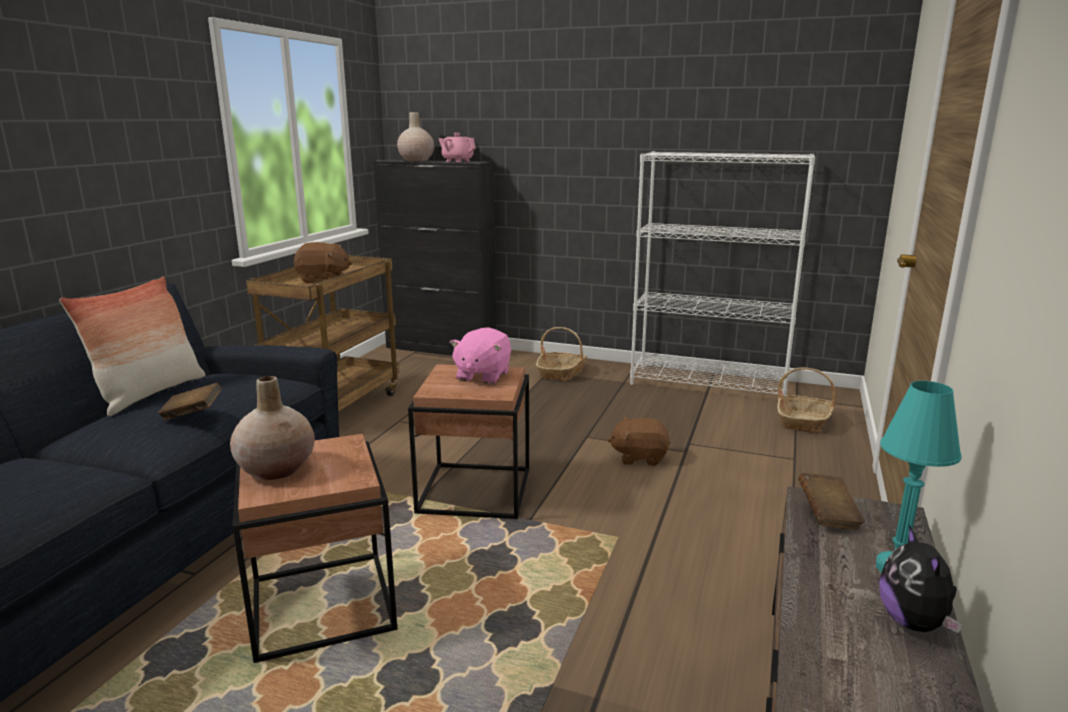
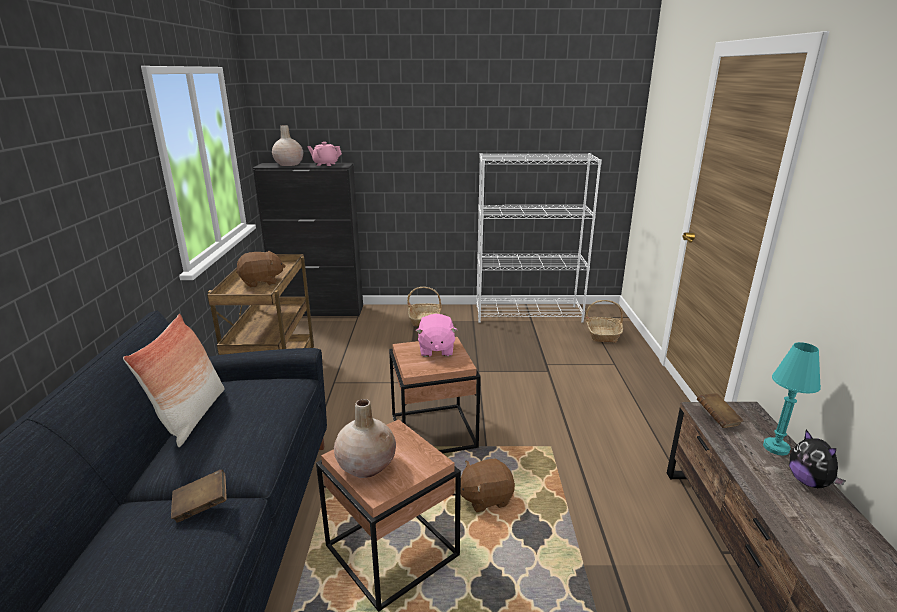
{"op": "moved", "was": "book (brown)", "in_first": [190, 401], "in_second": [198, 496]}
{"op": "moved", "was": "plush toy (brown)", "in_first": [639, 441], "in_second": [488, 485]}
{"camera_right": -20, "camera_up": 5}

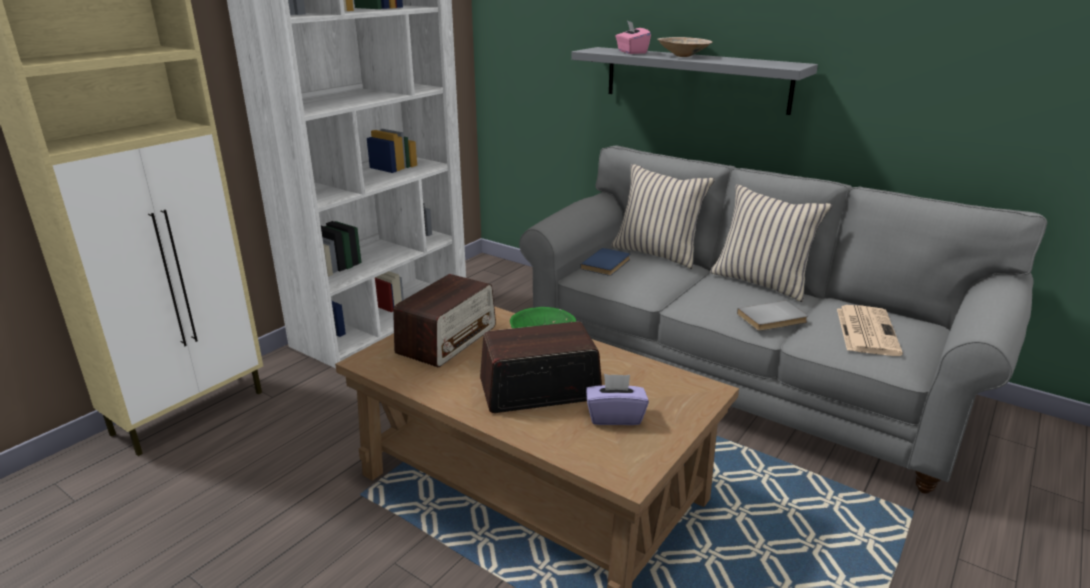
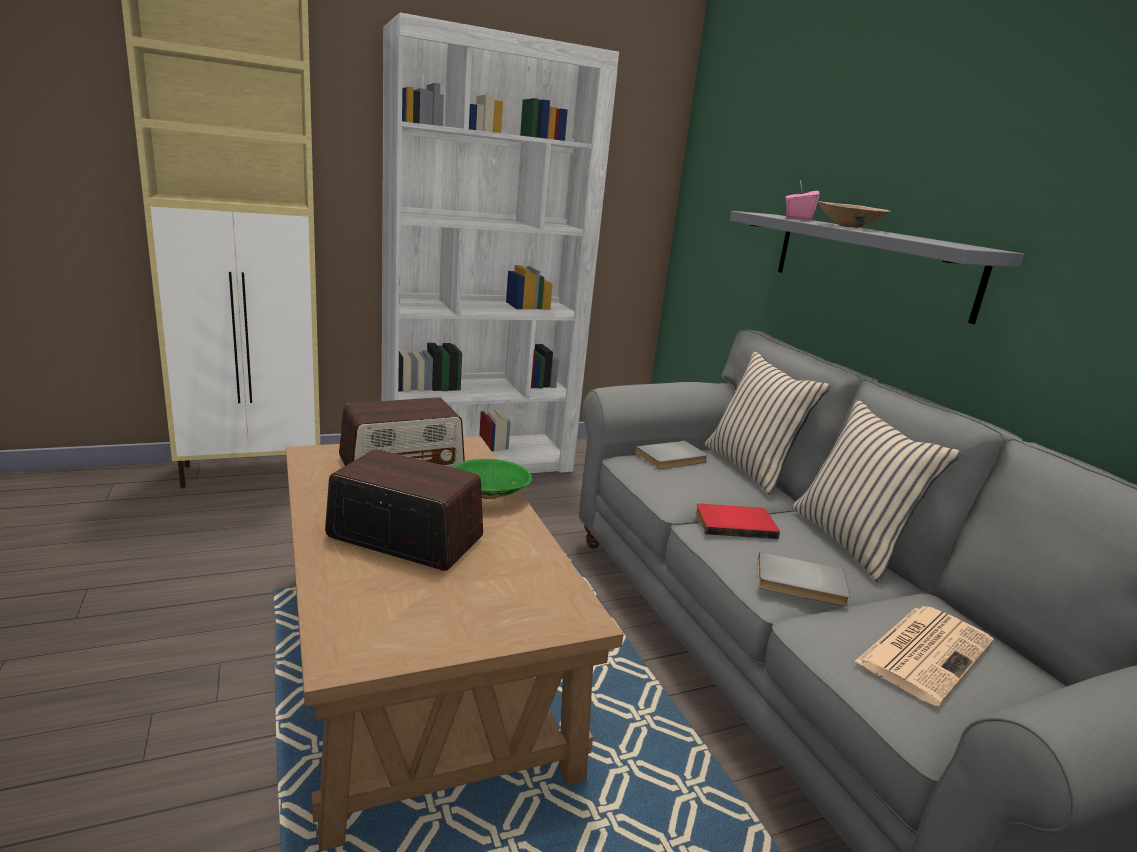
{"op": "recoloured", "was": "book (blue)", "now": "book (grey)", "in_first": [605, 262], "in_second": [671, 455]}
{"op": "added", "now": "book (red)", "in_second": [737, 521]}
{"op": "removed", "was": "tissue box (purple)", "in_first": [617, 399]}
{"camera_right": 30, "camera_up": -5}

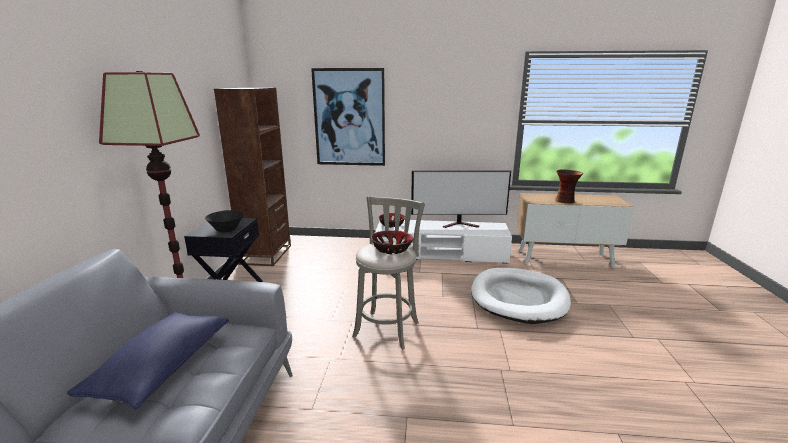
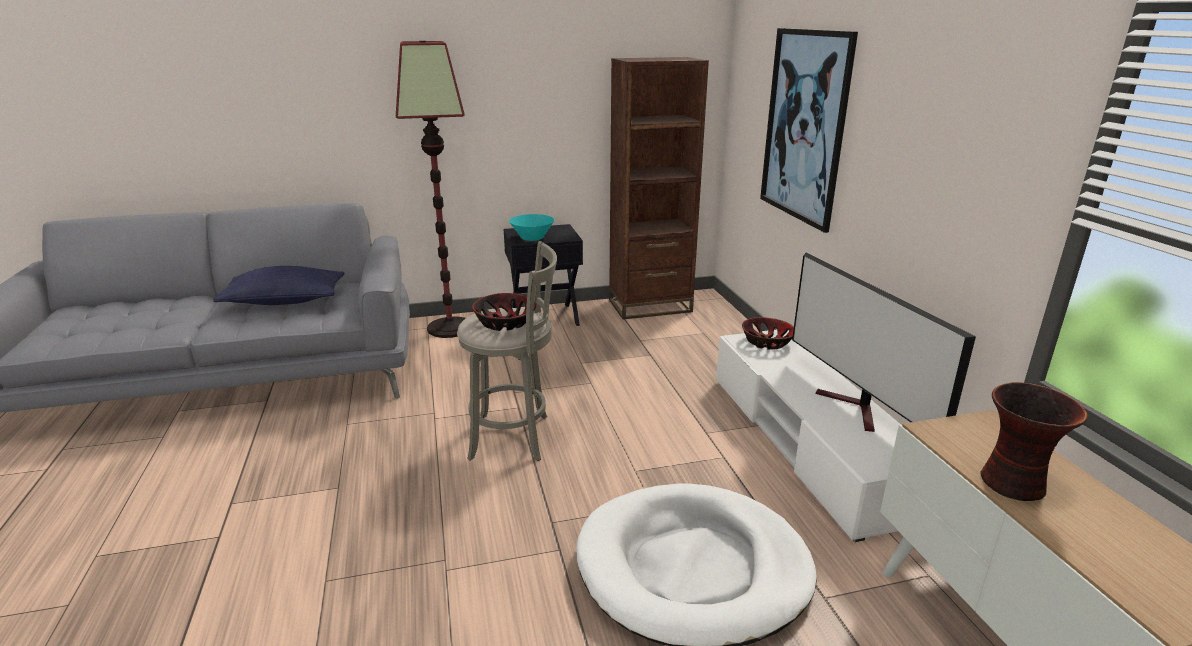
{"op": "recoloured", "was": "bowl (black)", "now": "bowl (turquoise)", "in_first": [224, 221], "in_second": [531, 227]}
{"camera_right": 70, "camera_up": 5}

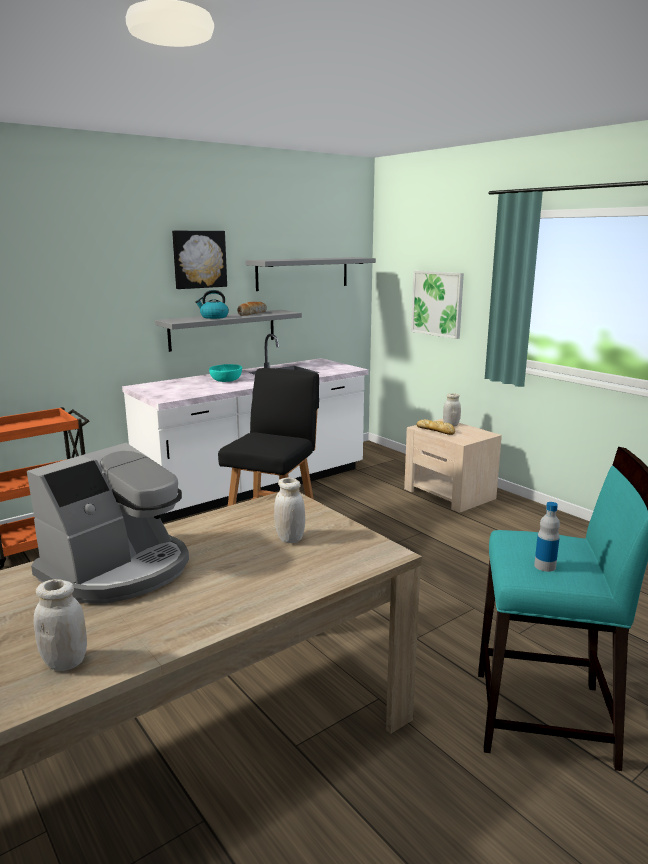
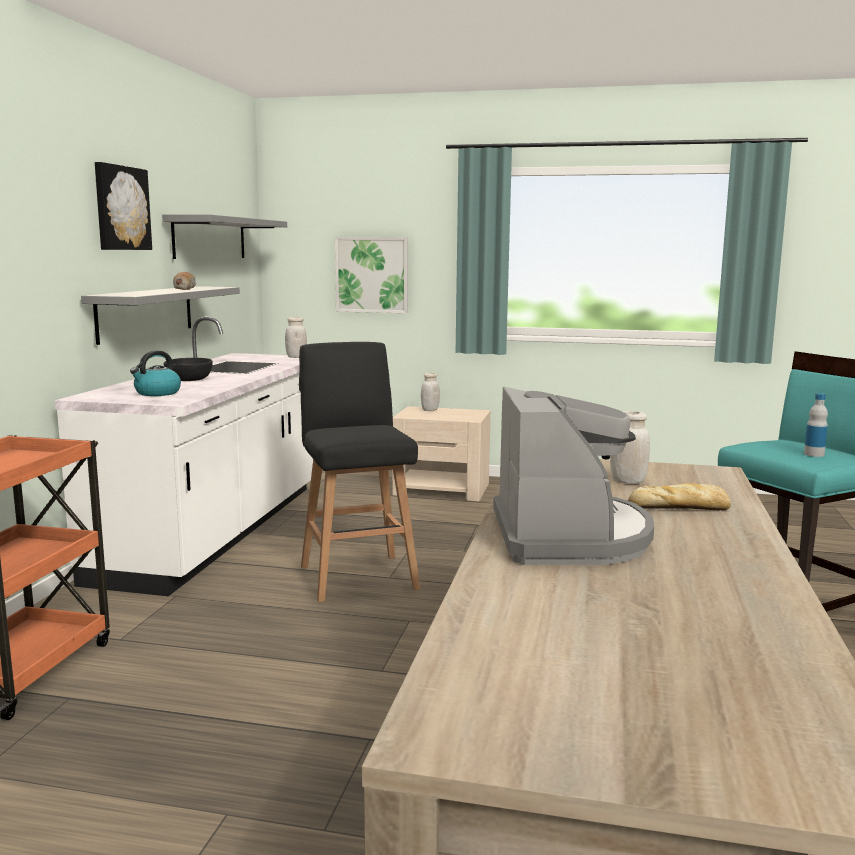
{"op": "moved", "was": "kettle", "in_first": [212, 304], "in_second": [155, 373]}
{"op": "recoloured", "was": "bowl (turquoise)", "now": "bowl (black)", "in_first": [225, 373], "in_second": [188, 369]}
{"op": "moved", "was": "jar (white)", "in_first": [60, 625], "in_second": [296, 337]}
{"op": "moved", "was": "bread", "in_first": [436, 427], "in_second": [679, 496]}
{"camera_right": -40, "camera_up": -5}

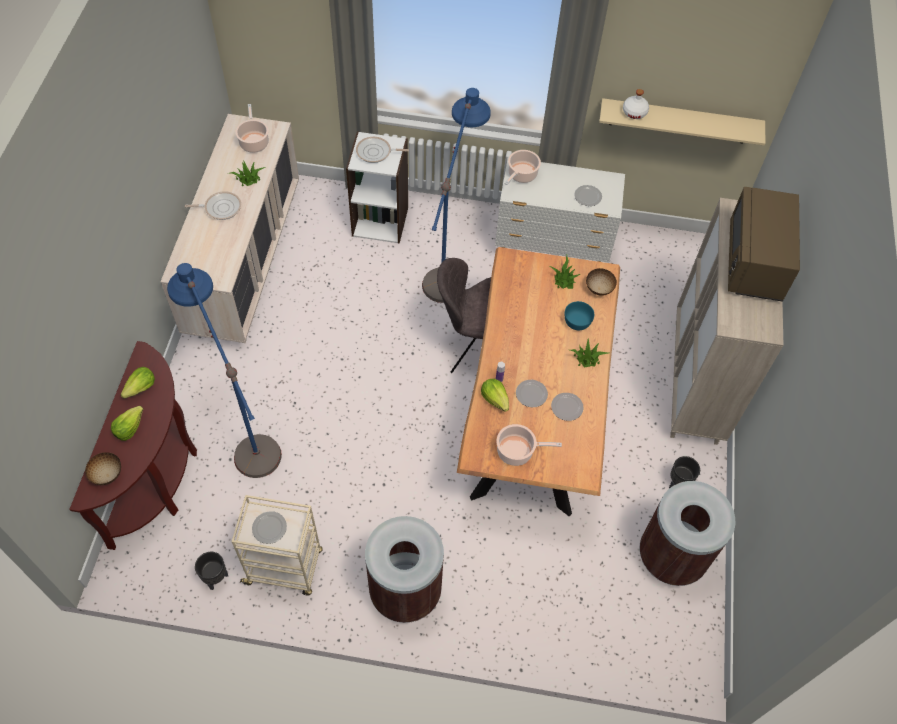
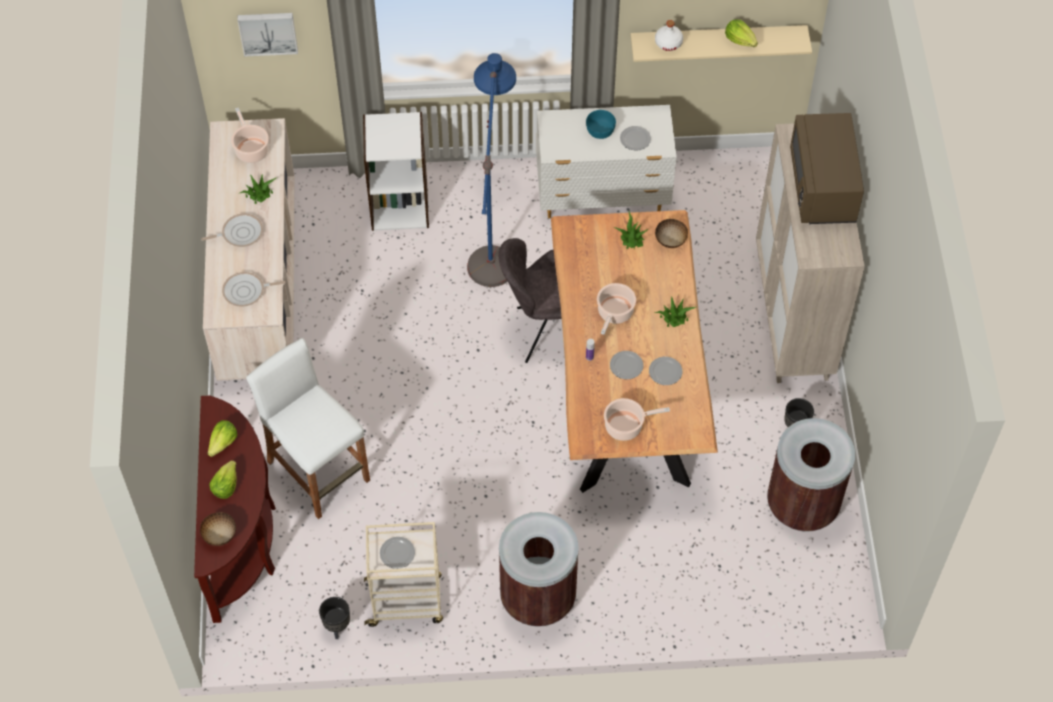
{"op": "moved", "was": "frying pan", "in_first": [382, 150], "in_second": [253, 289]}
{"op": "added", "now": "picture", "in_second": [267, 35]}
{"op": "replaced", "was": "floor lamp (blue)", "now": "stool (white)", "in_first": [224, 370], "in_second": [308, 428]}
{"op": "moved", "was": "bowl (turquoise)", "in_first": [579, 315], "in_second": [601, 124]}
{"op": "moved", "was": "cooking pot", "in_first": [522, 167], "in_second": [616, 309]}
{"op": "moved", "was": "lettuce", "in_first": [495, 395], "in_second": [741, 33]}
{"camera_right": -10, "camera_up": 0}

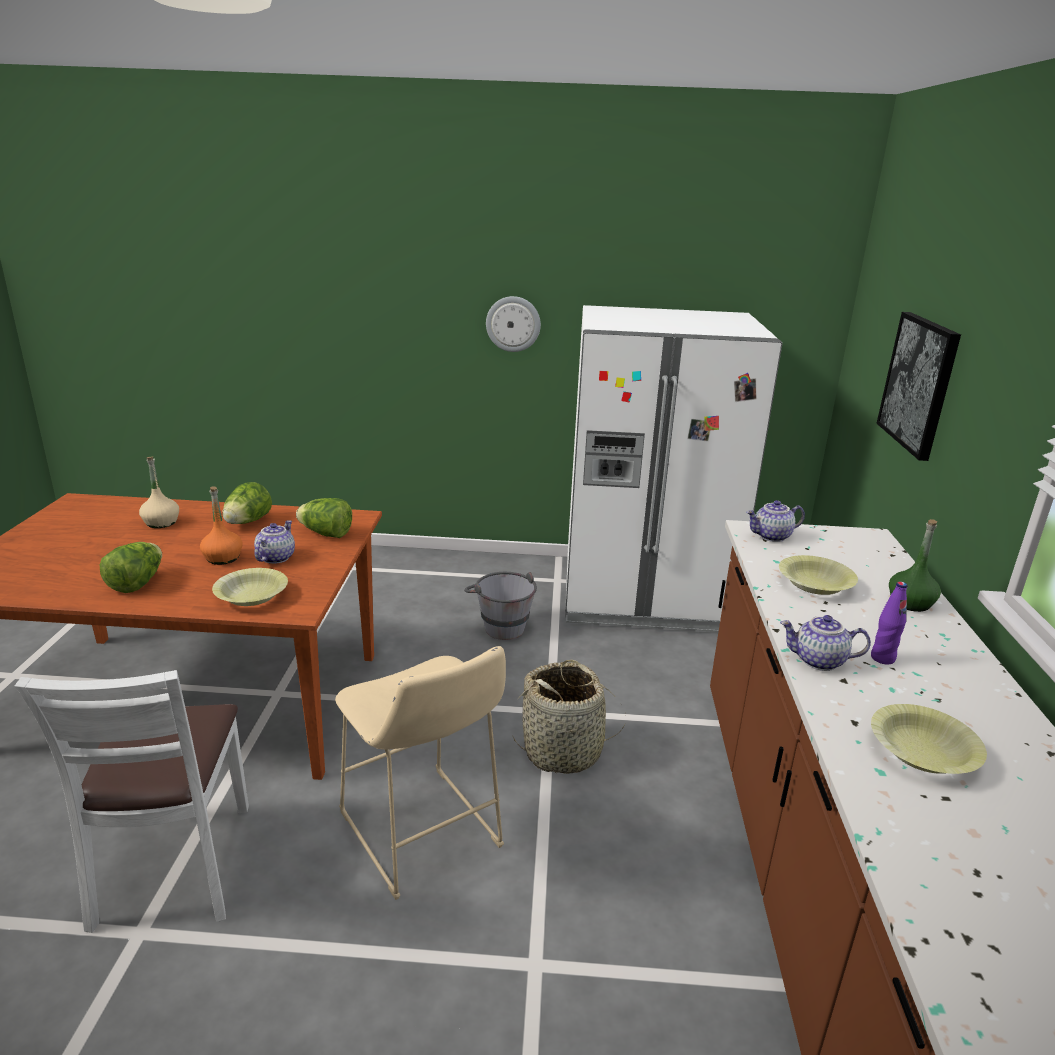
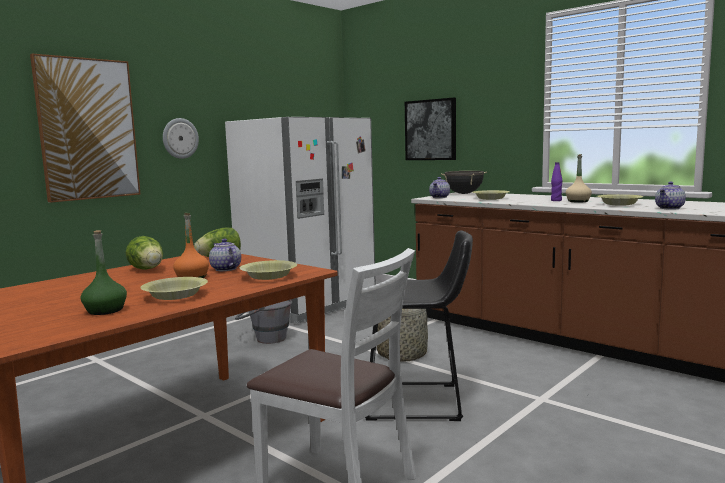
{"op": "added", "now": "picture", "in_second": [85, 128]}
{"op": "moved", "was": "bottle (green)", "in_first": [915, 565], "in_second": [104, 272]}
{"op": "replaced", "was": "lettuce", "now": "bowl (yellow)", "in_first": [131, 567], "in_second": [174, 288]}
{"op": "recoloured", "was": "stool (beige)", "now": "stool (black)", "in_first": [420, 773], "in_second": [419, 325]}
{"op": "added", "now": "cooking pot (black)", "in_second": [464, 182]}
{"op": "moved", "was": "bottle (beige)", "in_first": [159, 492], "in_second": [579, 178]}
{"op": "moved", "was": "teapot", "in_first": [825, 643], "in_second": [670, 196]}
{"camera_right": -50, "camera_up": -15}

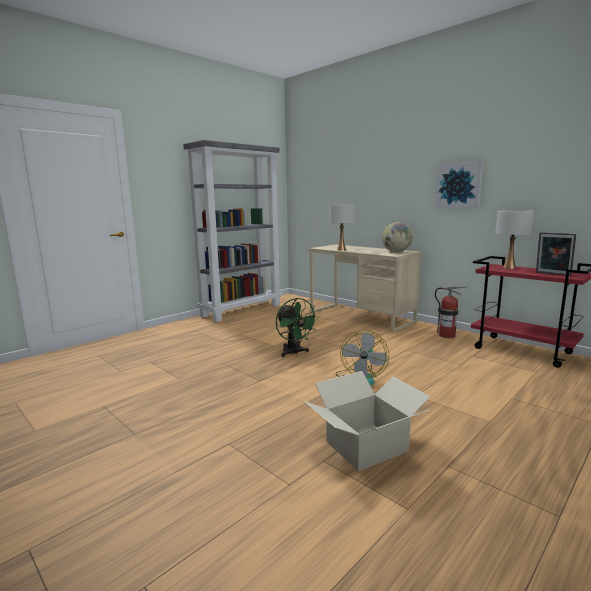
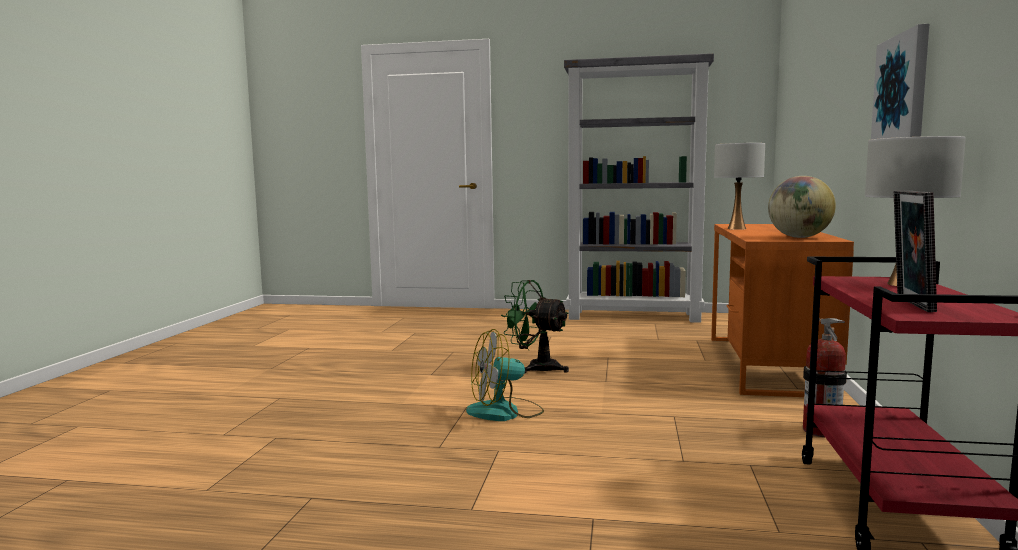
{"op": "turned", "was": "fan (green)", "in_first": [297, 327], "in_second": [535, 327], "clockwise": 90}
{"op": "recoloured", "was": "desk (beige)", "now": "desk (orange)", "in_first": [365, 288], "in_second": [782, 310]}
{"op": "removed", "was": "cardboard box", "in_first": [368, 421]}
{"camera_right": 55, "camera_up": -5}

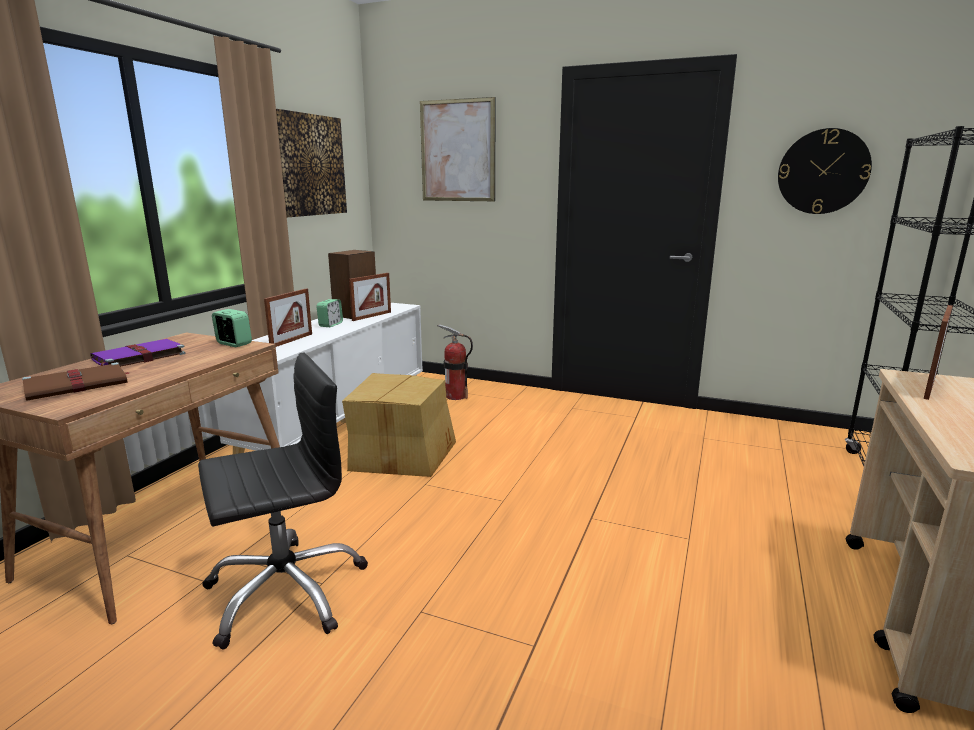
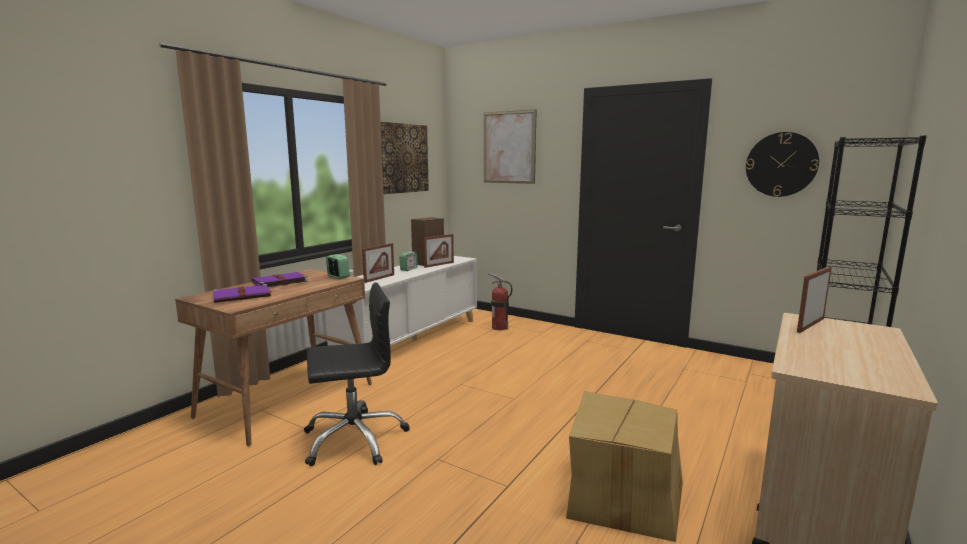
{"op": "recoloured", "was": "book (brown)", "now": "book (purple)", "in_first": [75, 381], "in_second": [243, 293]}
{"op": "moved", "was": "cardboard box", "in_first": [399, 425], "in_second": [624, 466]}
{"camera_right": 10, "camera_up": -5}

